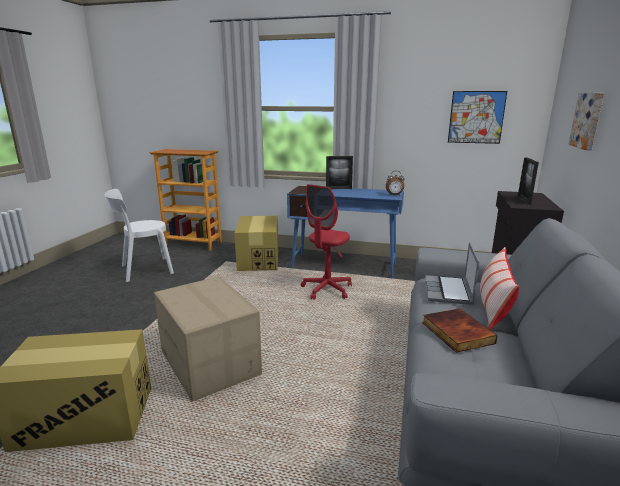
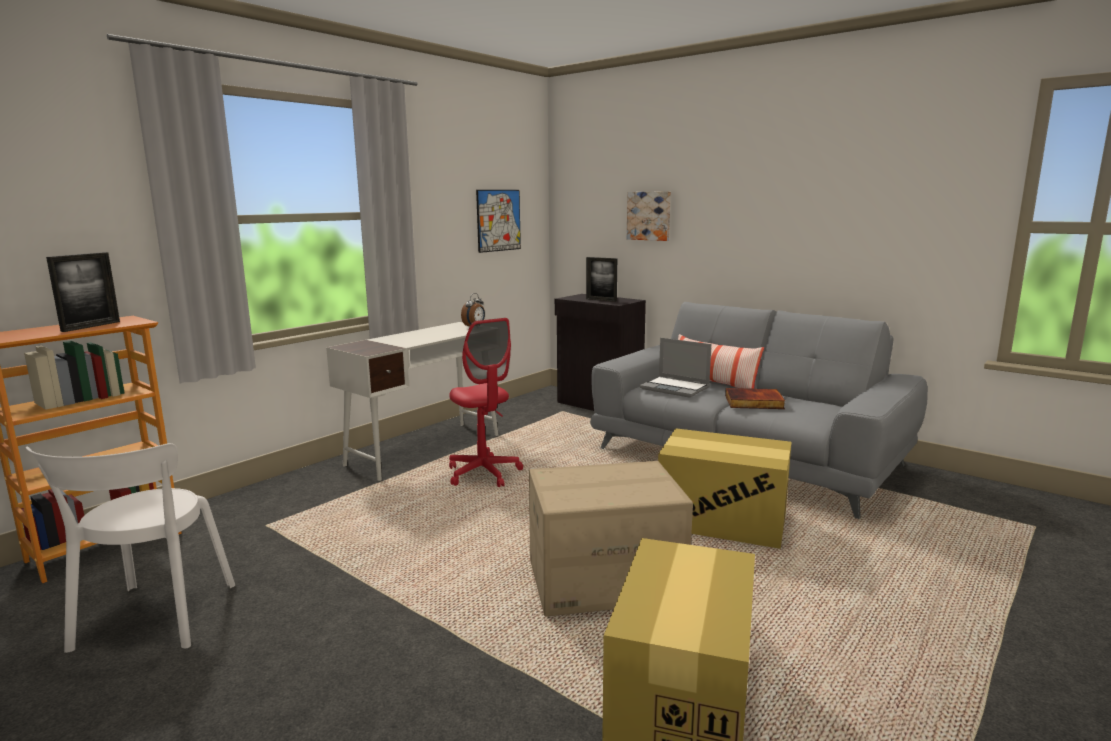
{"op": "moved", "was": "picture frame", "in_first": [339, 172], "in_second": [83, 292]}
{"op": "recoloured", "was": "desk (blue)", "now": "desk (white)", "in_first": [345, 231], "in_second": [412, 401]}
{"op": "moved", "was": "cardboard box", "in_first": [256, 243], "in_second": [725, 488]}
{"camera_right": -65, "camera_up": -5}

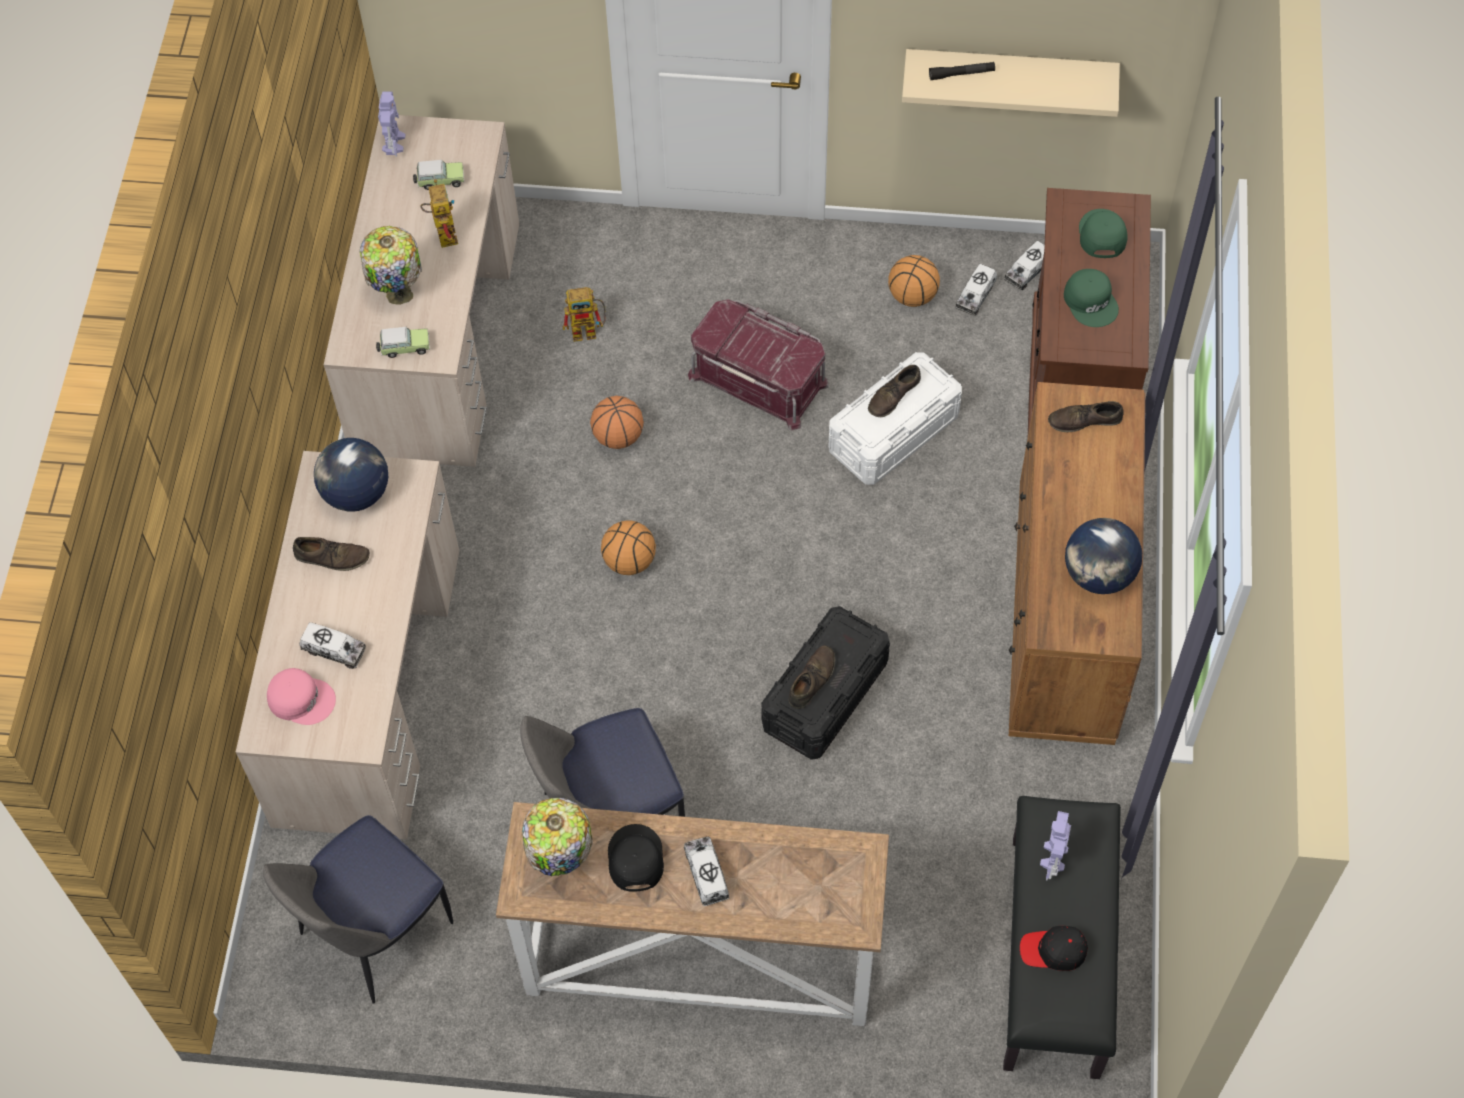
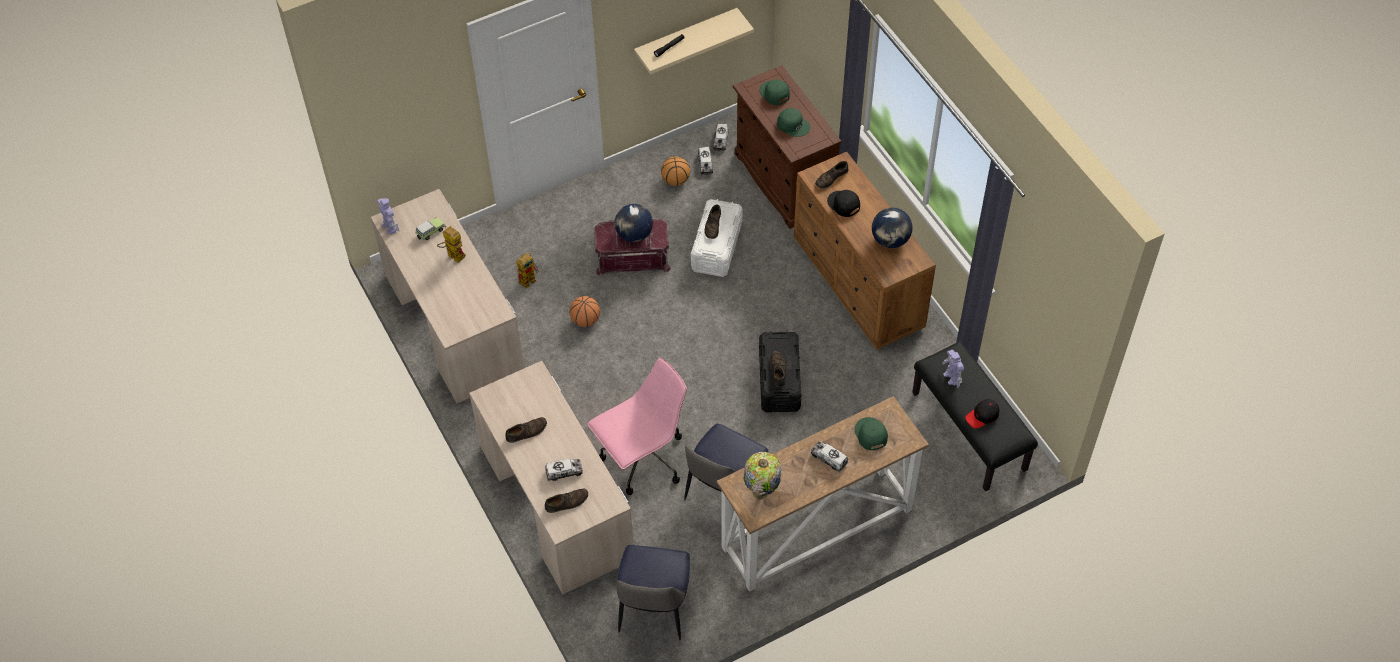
{"op": "replaced", "was": "cap (pink)", "now": "shoe (brown)", "in_first": [301, 696], "in_second": [566, 501]}
{"op": "added", "now": "office chair (pink)", "in_second": [637, 426]}
{"op": "moved", "was": "globe", "in_first": [351, 475], "in_second": [634, 223]}
{"op": "moved", "was": "cap (black)", "in_first": [636, 857], "in_second": [843, 203]}
{"op": "added", "now": "cap (green)", "in_second": [871, 433]}
{"op": "removed", "was": "table lamp", "in_first": [391, 265]}
{"op": "removed", "was": "toy car", "in_first": [403, 342]}
{"op": "removed", "was": "basketball", "in_first": [628, 547]}
{"camera_right": -35, "camera_up": -5}

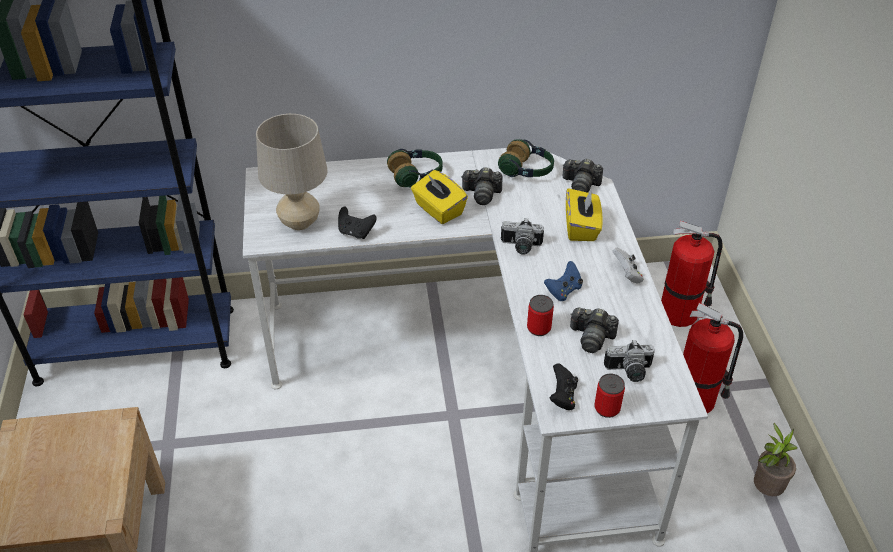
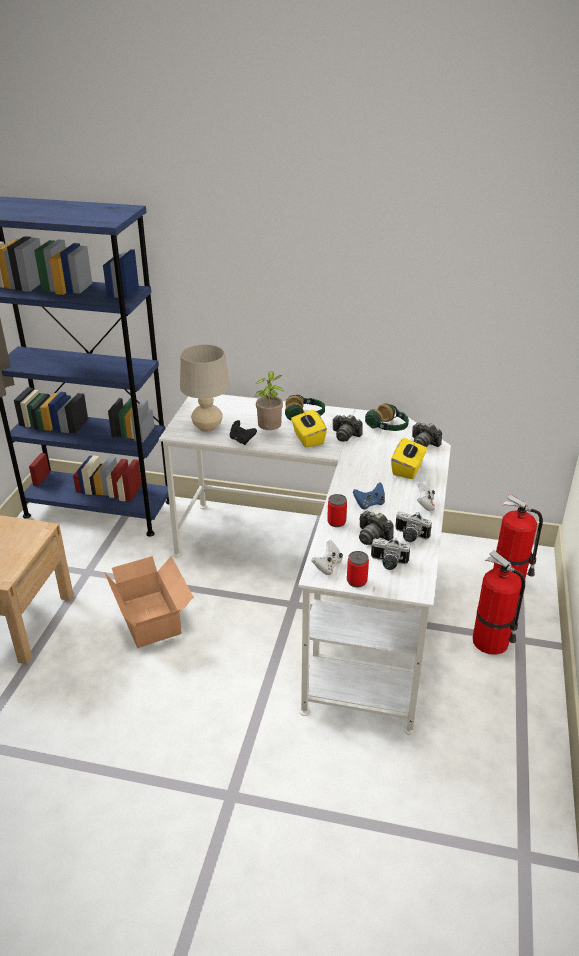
{"op": "added", "now": "cardboard box", "in_second": [148, 602]}
{"op": "moved", "was": "potted plant", "in_first": [775, 459], "in_second": [269, 400]}
{"op": "recoloured", "was": "game controller (black)", "now": "game controller (white)", "in_first": [564, 386], "in_second": [327, 557]}
{"op": "moved", "was": "photo camera", "in_first": [522, 237], "in_second": [413, 526]}
{"camera_right": 20, "camera_up": -10}

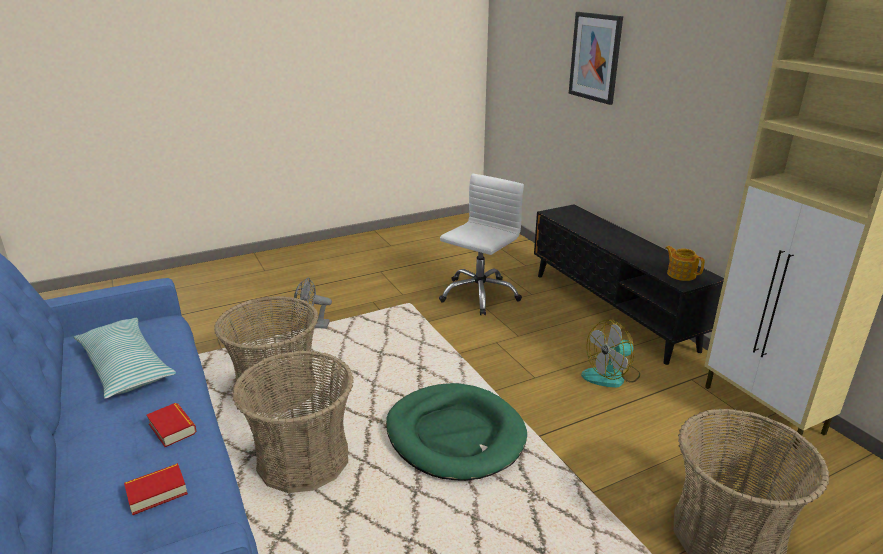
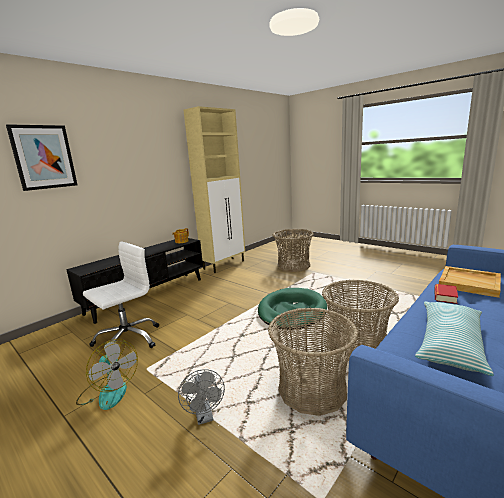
{"op": "moved", "was": "fan", "in_first": [610, 354], "in_second": [107, 374]}
{"op": "turned", "was": "office chair (white)", "in_first": [481, 244], "in_second": [121, 294], "clockwise": 120}
{"op": "replaced", "was": "book", "now": "tray (beige)", "in_first": [156, 489], "in_second": [470, 282]}
{"camera_right": -110, "camera_up": -10}

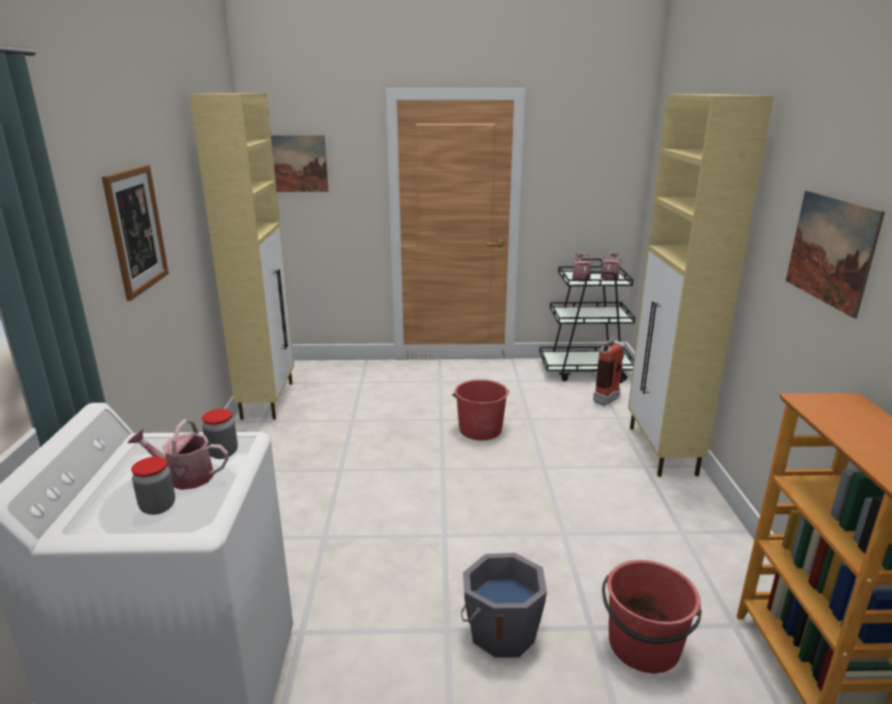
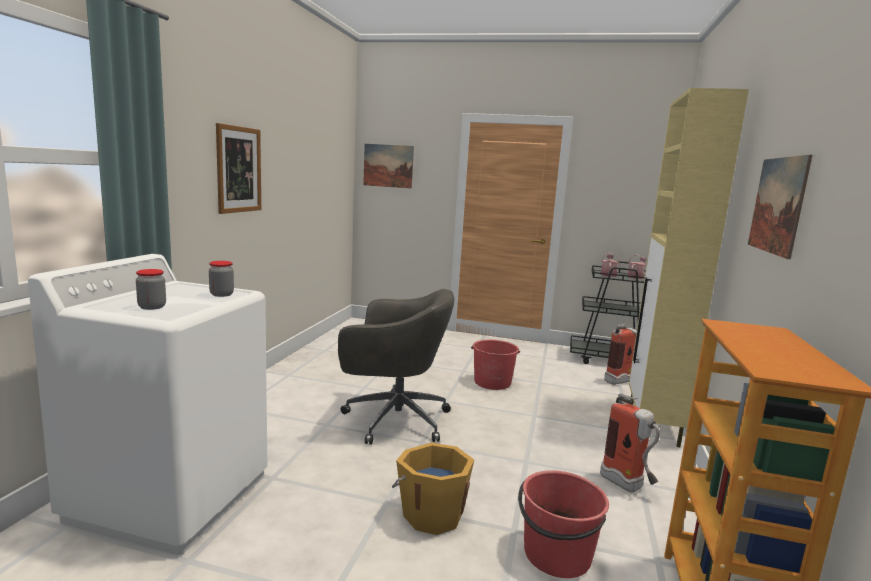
{"op": "added", "now": "office chair (grey)", "in_second": [396, 367]}
{"op": "recoloured", "was": "bucket (grey)", "now": "bucket (orange)", "in_first": [504, 605], "in_second": [433, 489]}
{"op": "added", "now": "fire extinguisher", "in_second": [630, 443]}
{"op": "removed", "was": "watering can", "in_first": [178, 454]}
{"op": "removed", "was": "cabinet (beige)", "in_first": [242, 256]}
{"camera_right": 15, "camera_up": -10}

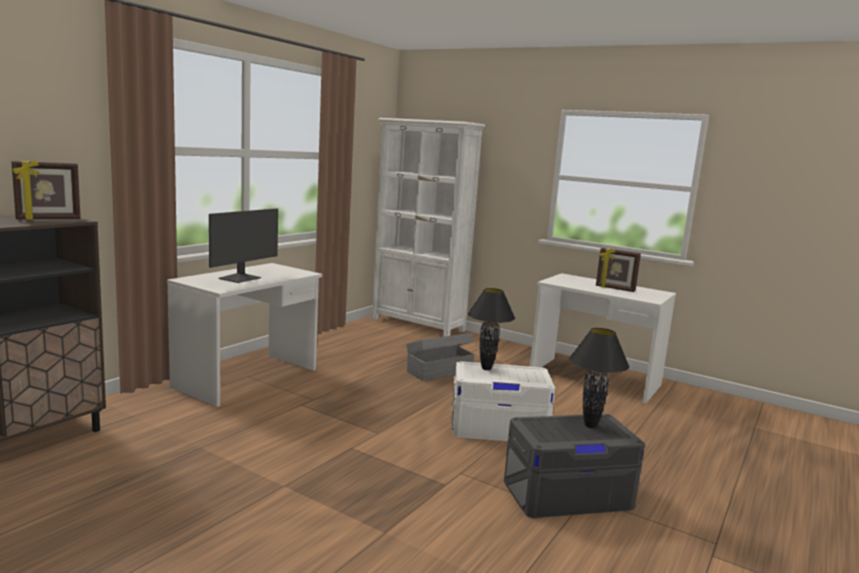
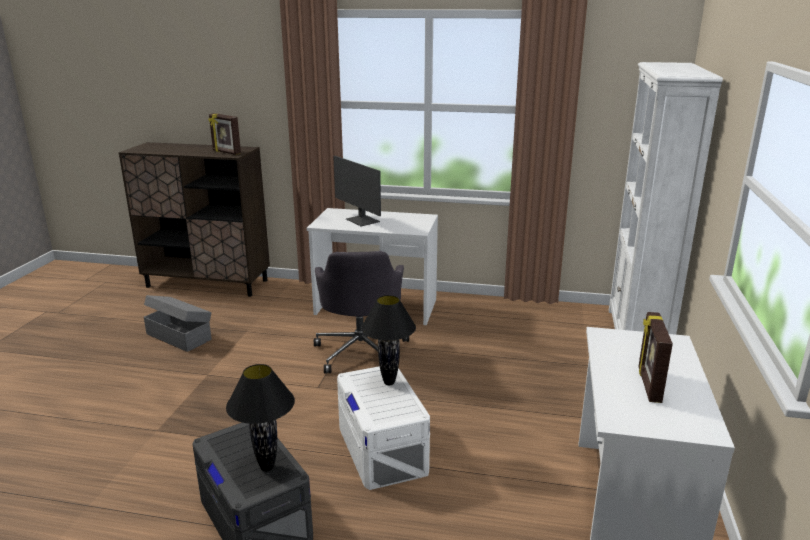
{"op": "moved", "was": "storage box (grey)", "in_first": [440, 357], "in_second": [178, 323]}
{"op": "added", "now": "office chair (grey)", "in_second": [361, 312]}
{"op": "turned", "was": "monitor", "in_first": [243, 245], "in_second": [357, 191], "clockwise": 45}
{"camera_right": 70, "camera_up": 10}

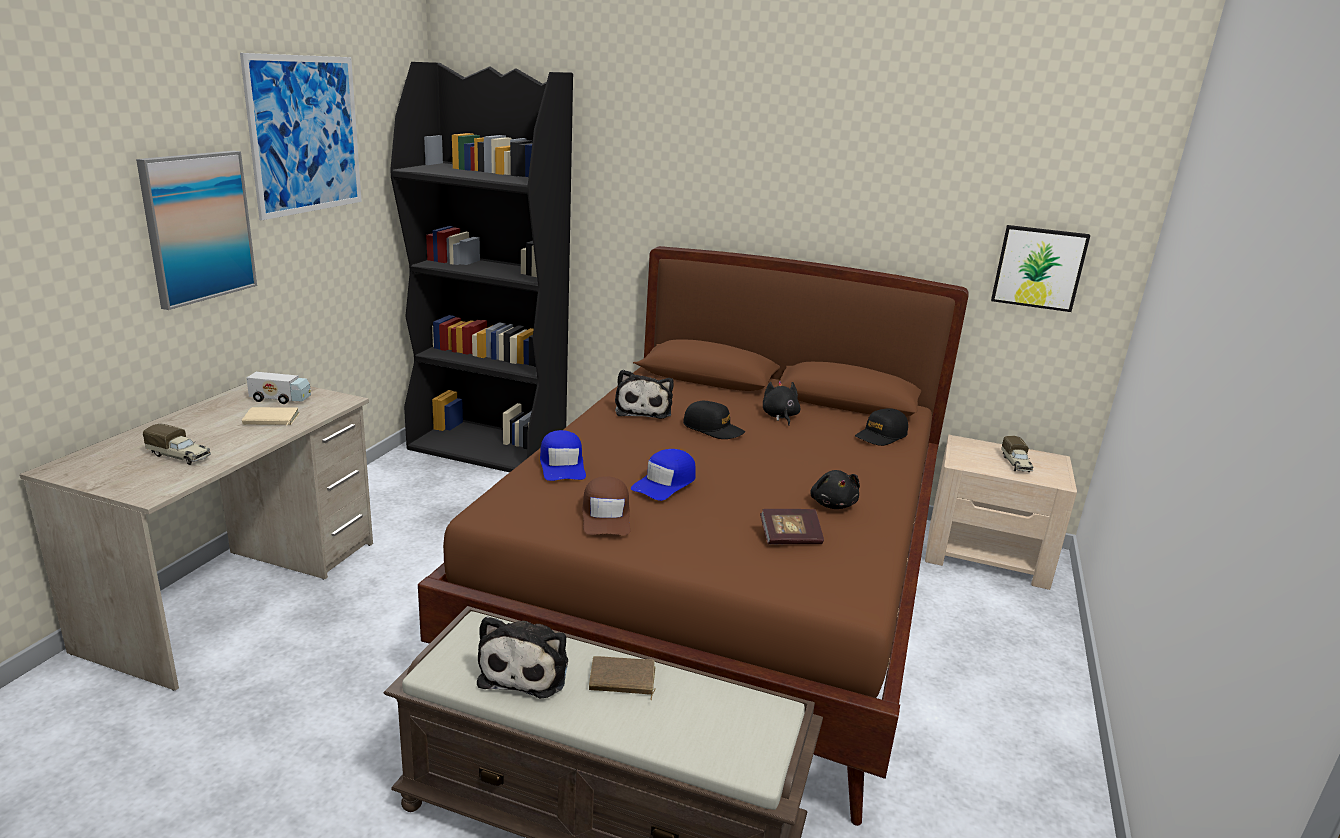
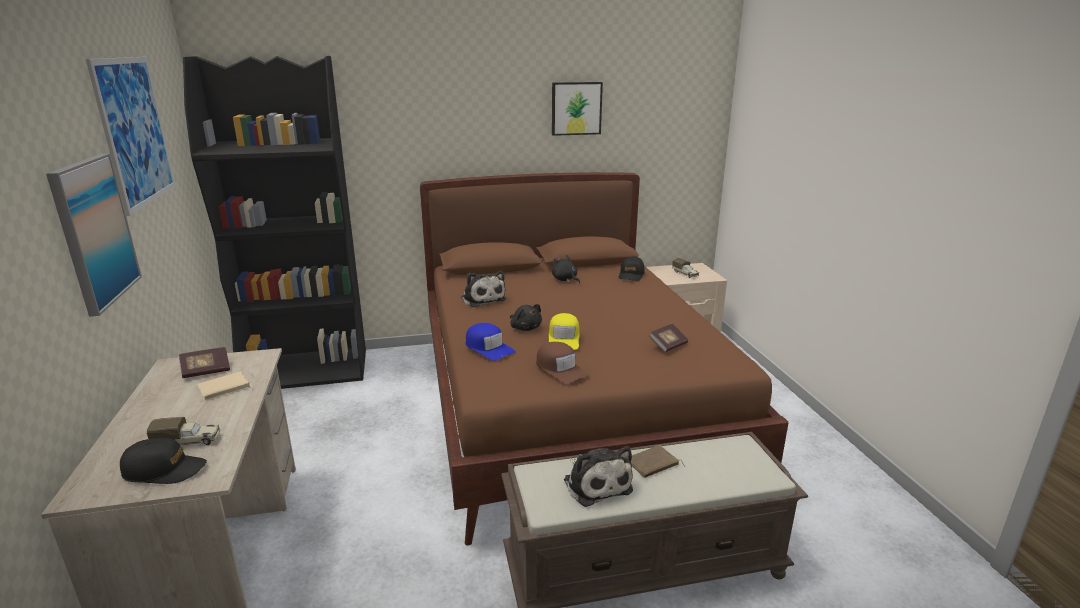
{"op": "moved", "was": "cap (black)", "in_first": [714, 420], "in_second": [163, 461]}
{"op": "replaced", "was": "toy truck", "now": "book", "in_first": [278, 388], "in_second": [204, 362]}
{"op": "moved", "was": "plush toy (black)", "in_first": [835, 489], "in_second": [526, 317]}
{"op": "recoloured", "was": "cap (blue)", "now": "cap (yellow)", "in_first": [663, 475], "in_second": [564, 331]}
{"op": "moved", "was": "picture", "in_first": [1040, 268], "in_second": [577, 109]}
{"camera_right": -30, "camera_up": 0}

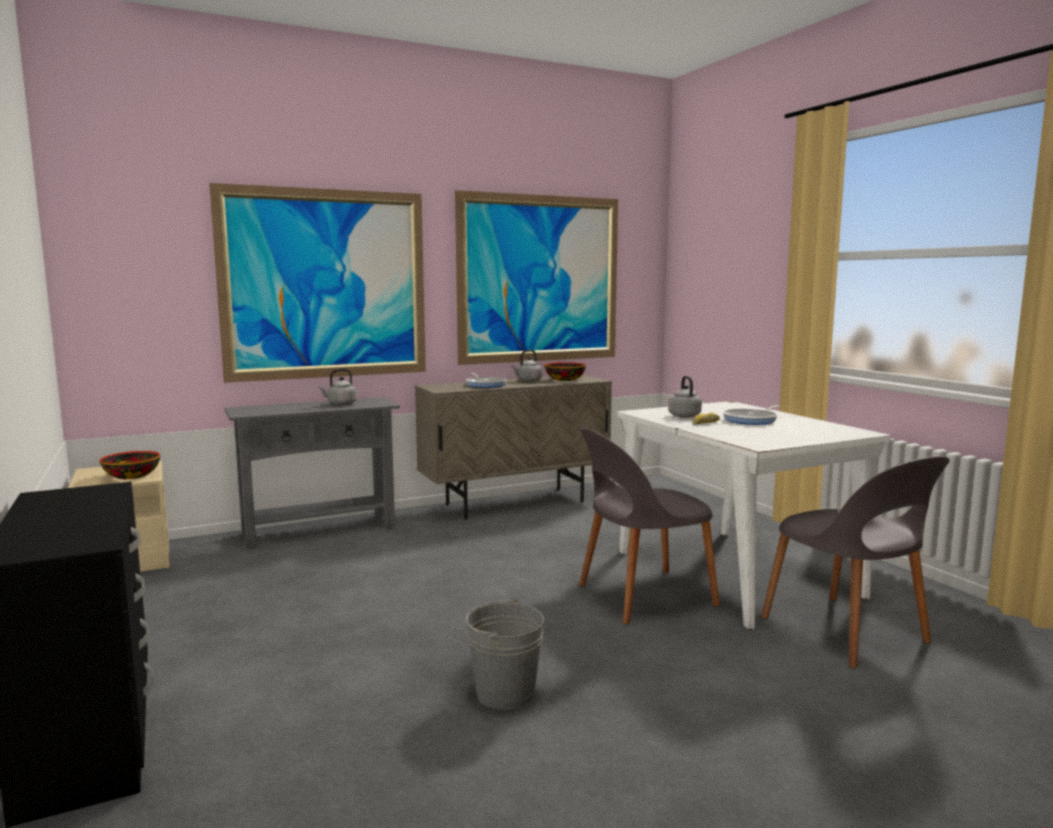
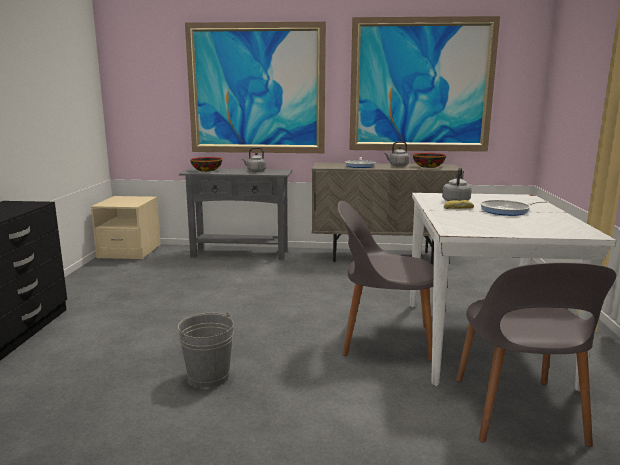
{"op": "moved", "was": "bowl", "in_first": [130, 465], "in_second": [206, 164]}
{"camera_right": 30, "camera_up": 5}

